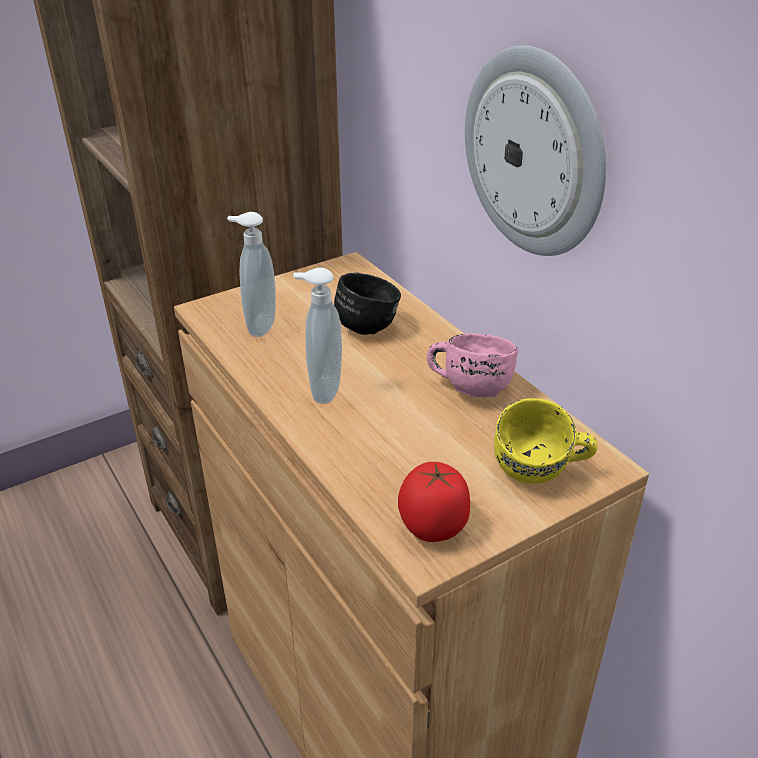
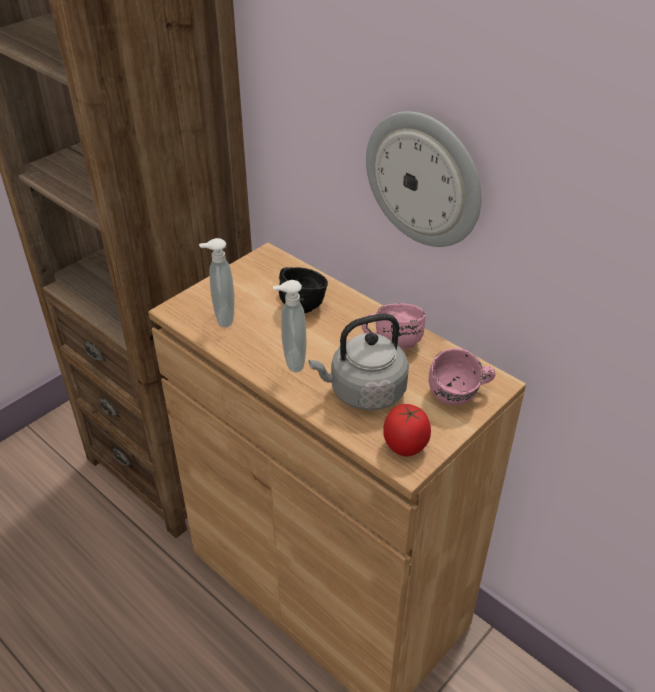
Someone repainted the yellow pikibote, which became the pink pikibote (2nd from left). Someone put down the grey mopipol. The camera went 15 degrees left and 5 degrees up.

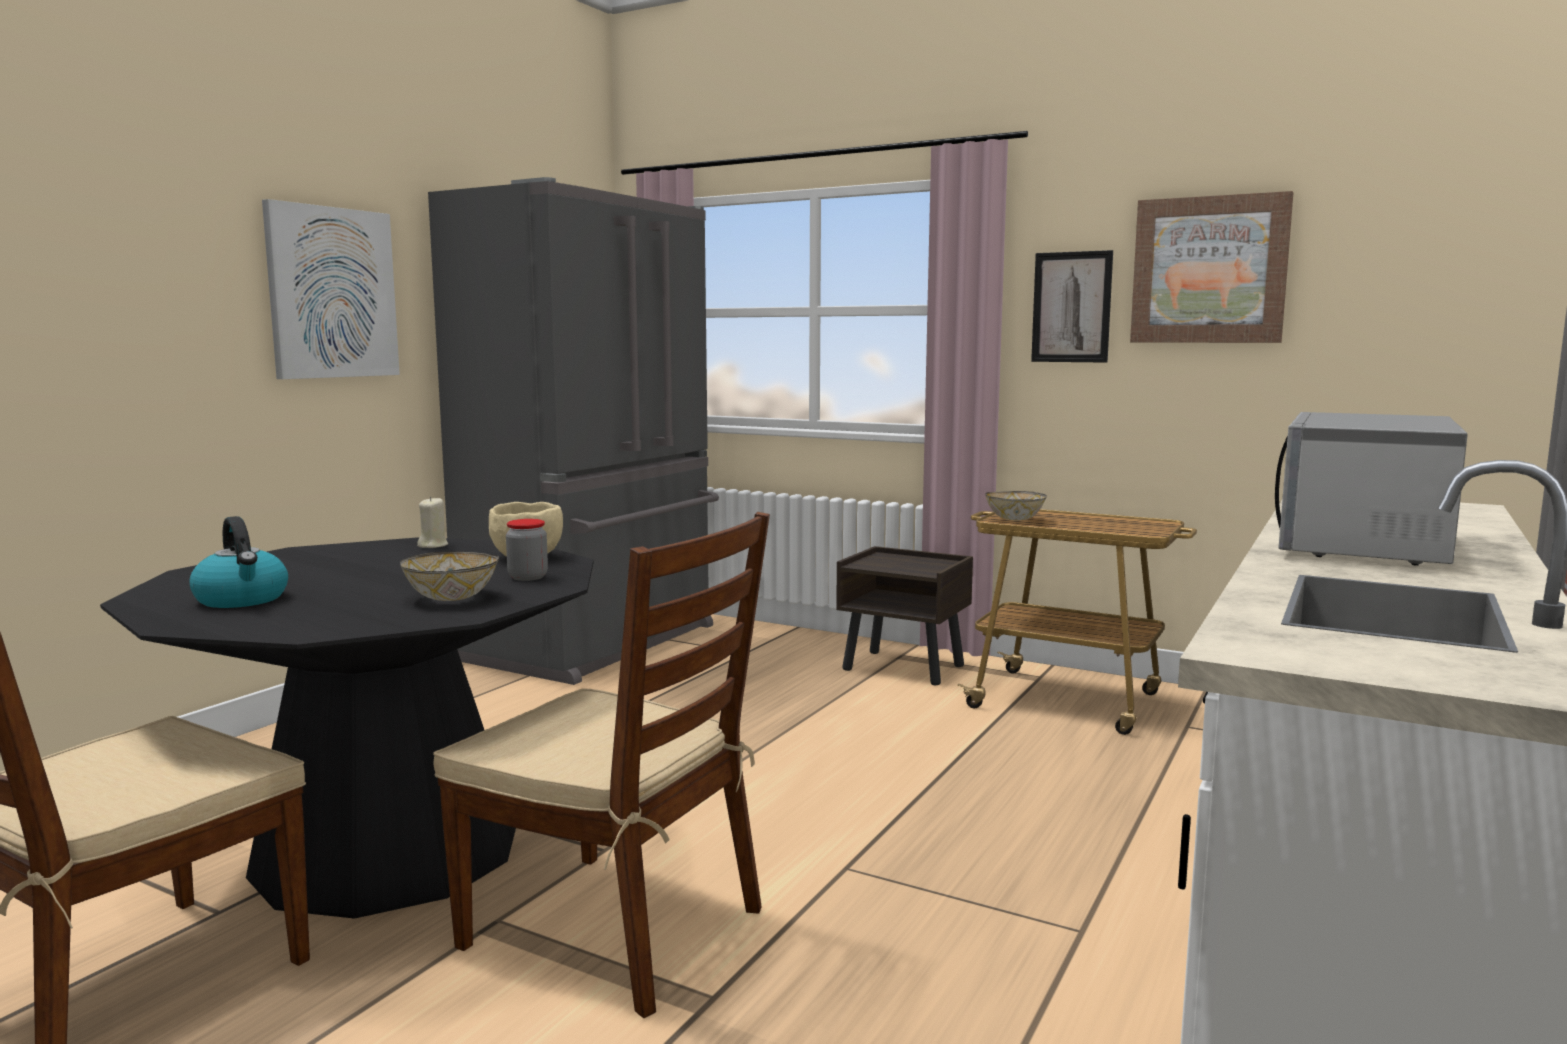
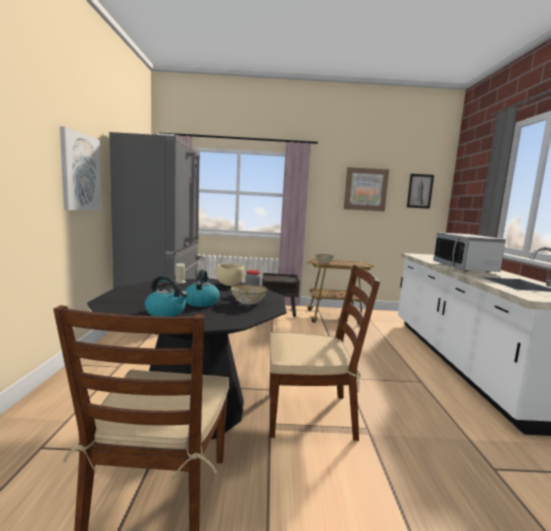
Someone carried the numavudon (2nd from left in the first image). Someone put down the mopipol (2nd from left). The camera went 30 degrees left and 0 degrees up.

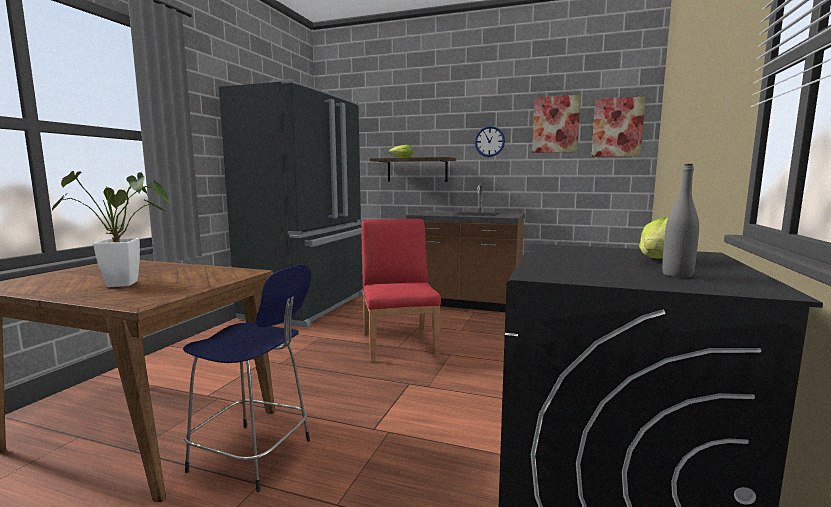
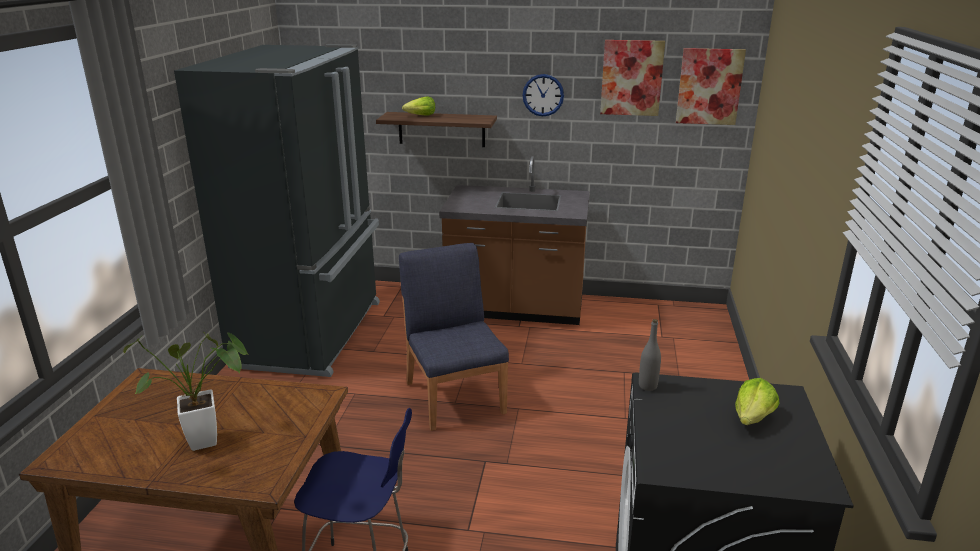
Someone carried the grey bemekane. Someone repainted the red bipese, which became the blue bipese. The camera went 10 degrees left and 15 degrees up.

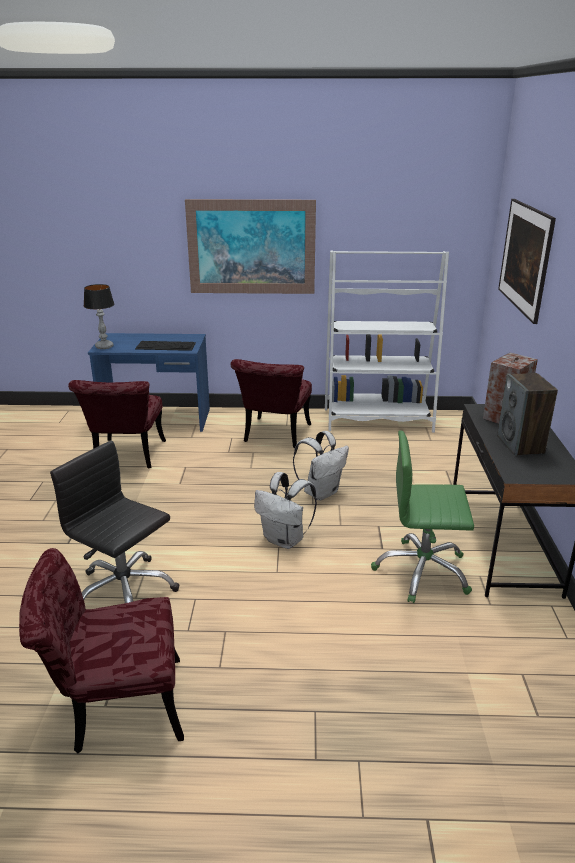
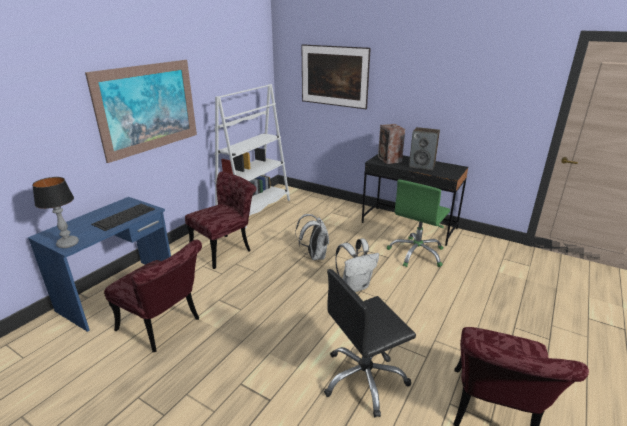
Someone rotated the red bipese (3rd from left in the first image) by 90 degrees counterclockwise. The camera went 60 degrees left and 0 degrees up.

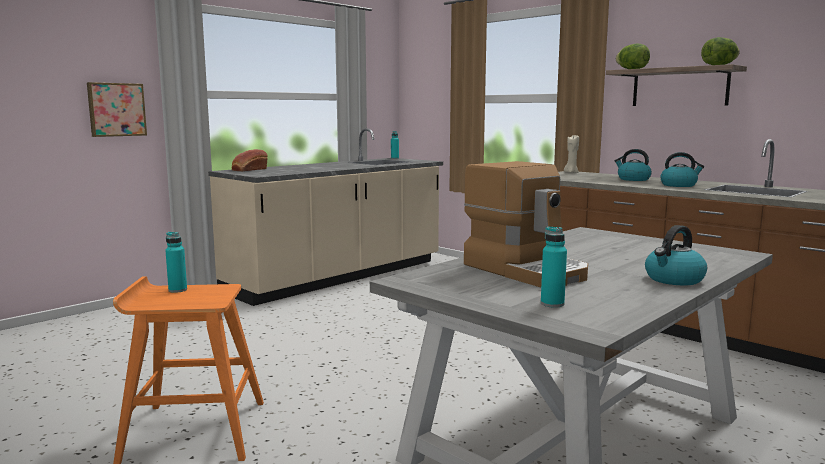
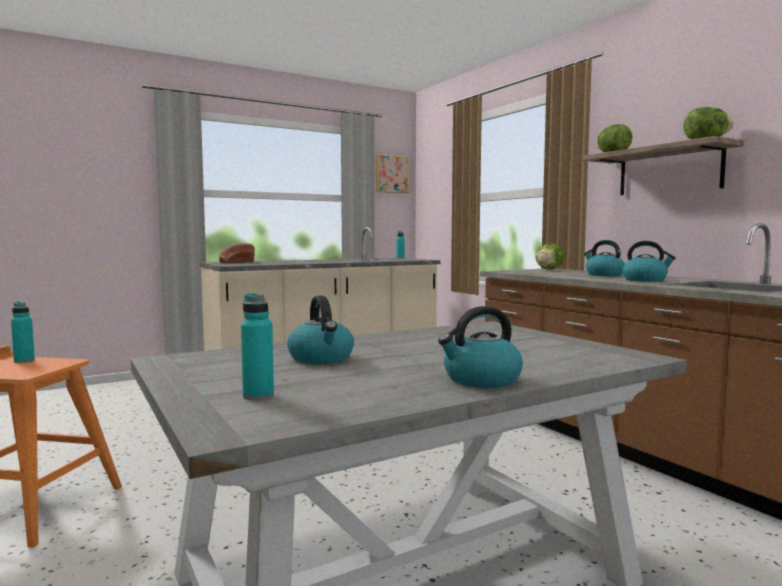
Someone carried the numavudon. Someone swapped the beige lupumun for the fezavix (1st from left). Someone swapped the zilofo for the mopipol (1st from left). The camera went 15 degrees right and 5 degrees down.

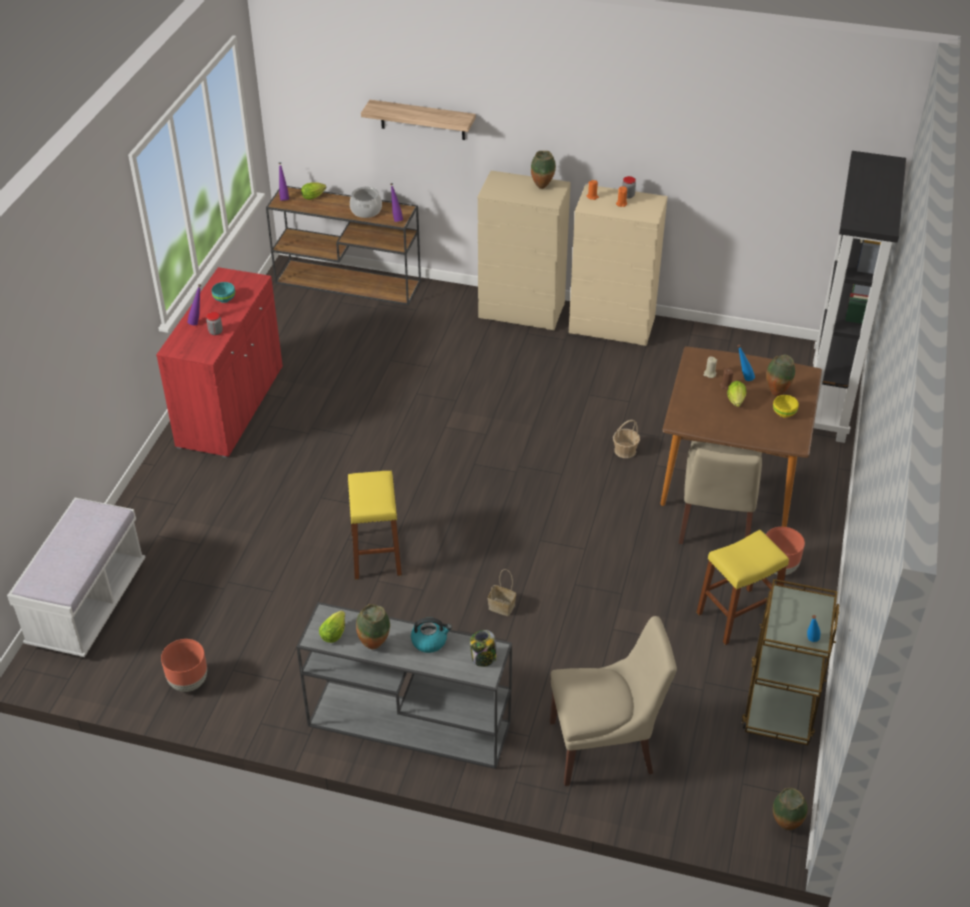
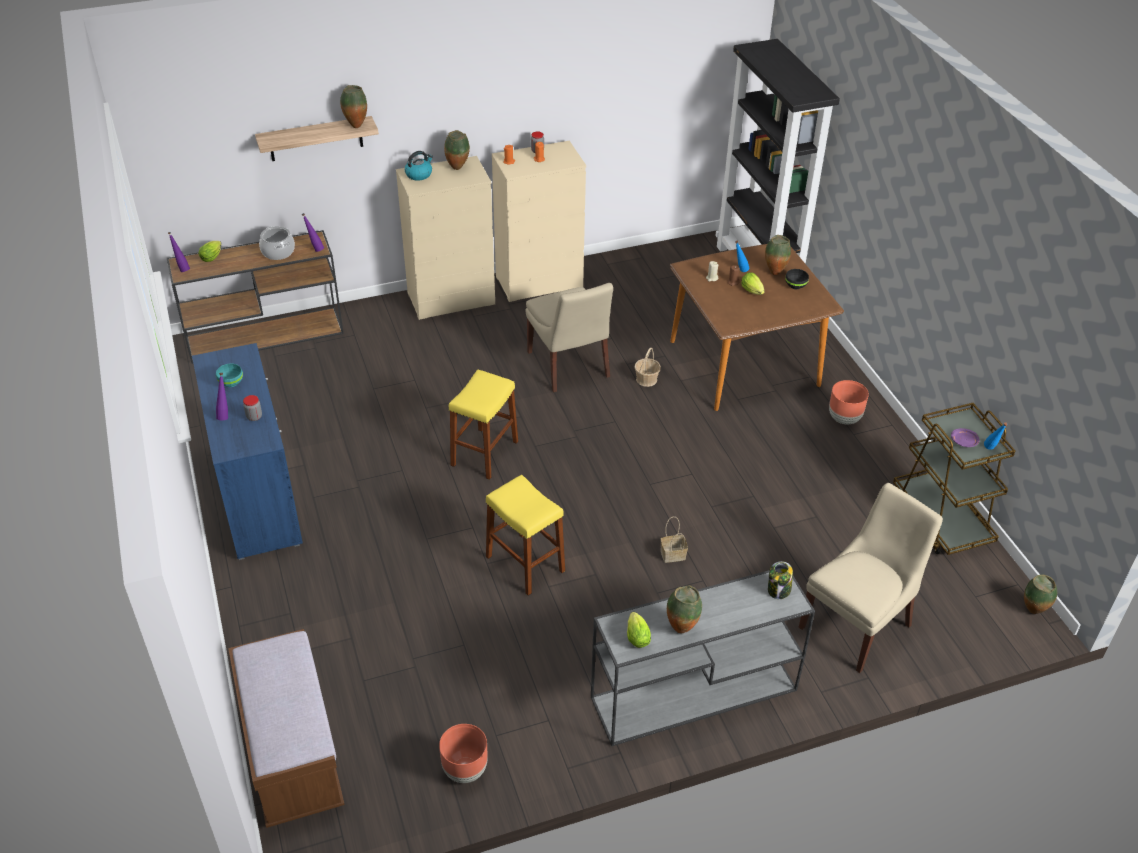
Someone repainted the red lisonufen, which became the blue lisonufen. Someone repainted the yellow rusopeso, which became the black rusopeso. Someone carried the beige bipese (2nd from left in the first image). Someone repainted the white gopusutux, which became the brown gopusutux. Someone carried the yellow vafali (2nd from left in the first image). Someone carried the mopipol. Someone put down the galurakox (1st from left). Someone put down the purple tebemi. The camera went 35 degrees left and 0 degrees up.

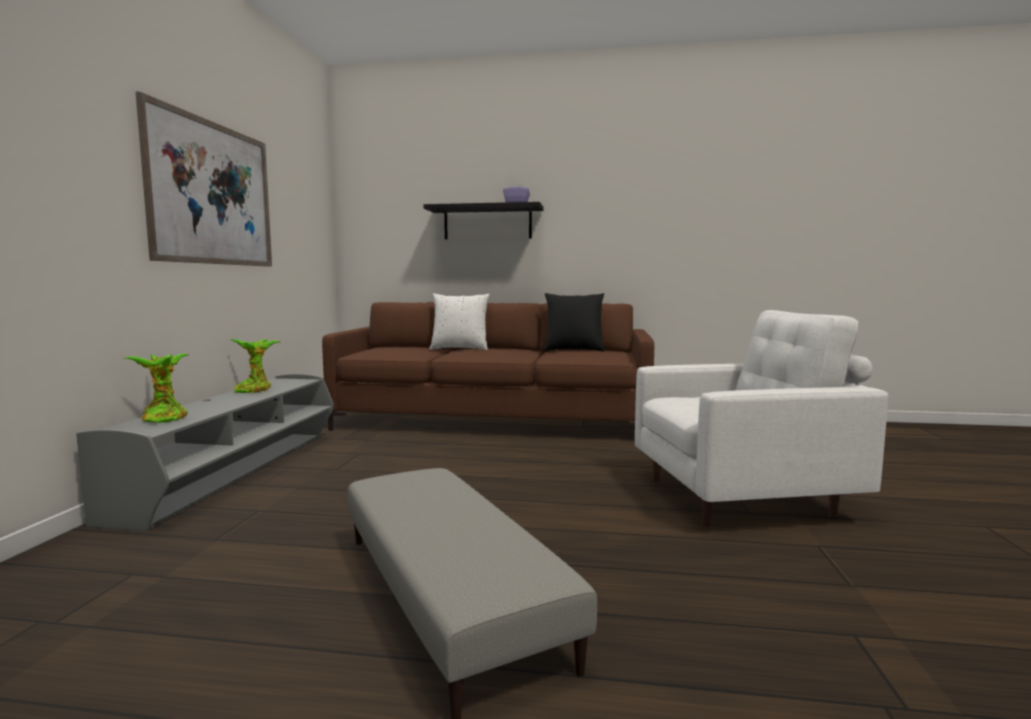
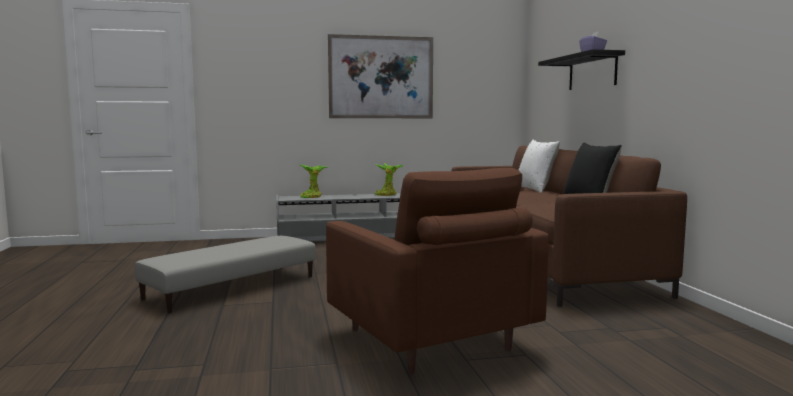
Someone repainted the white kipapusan, which became the brown kipapusan. The camera went 70 degrees right and 0 degrees up.

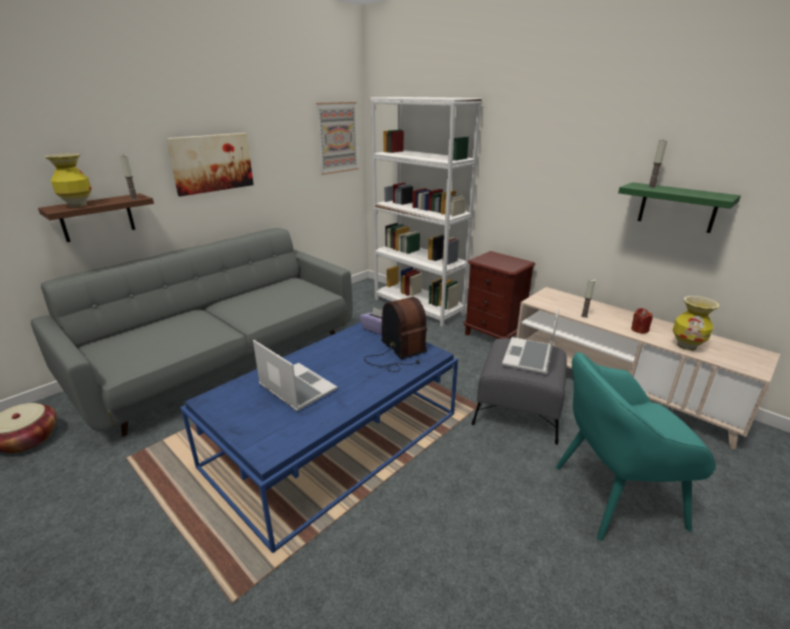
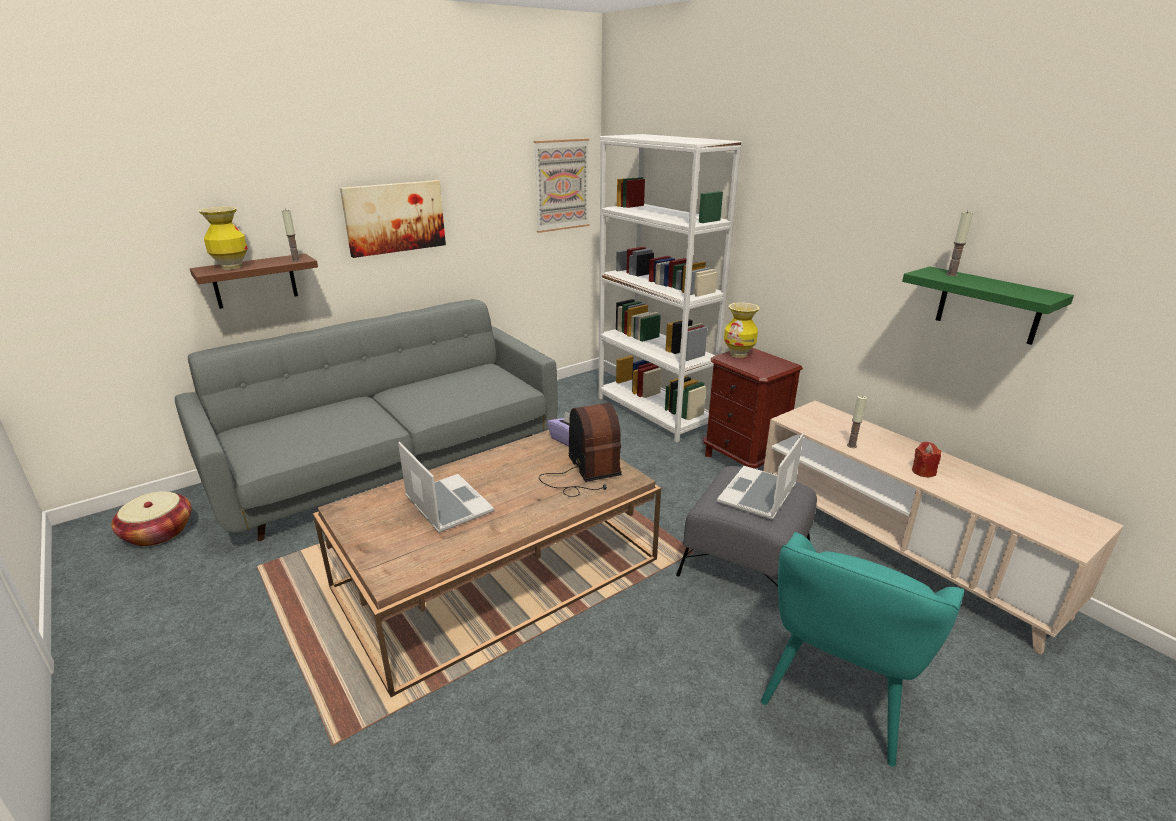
Someone carried the galurakox (2nd from left). Someone repainted the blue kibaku, which became the brown kibaku. Someone rotated the turquoise kipapusan by 60 degrees counterclockwise. The camera went 10 degrees right and 0 degrees up.

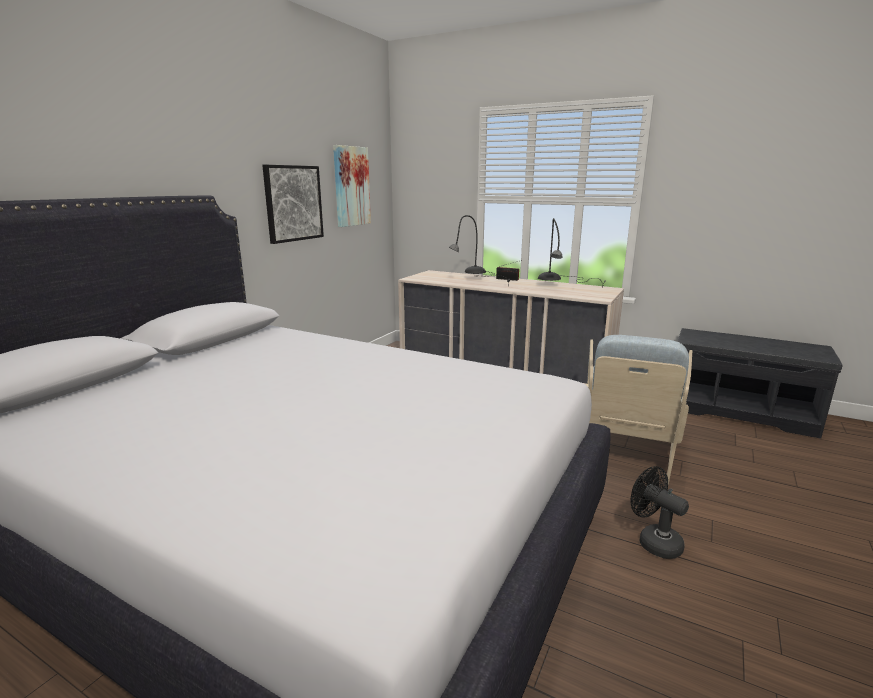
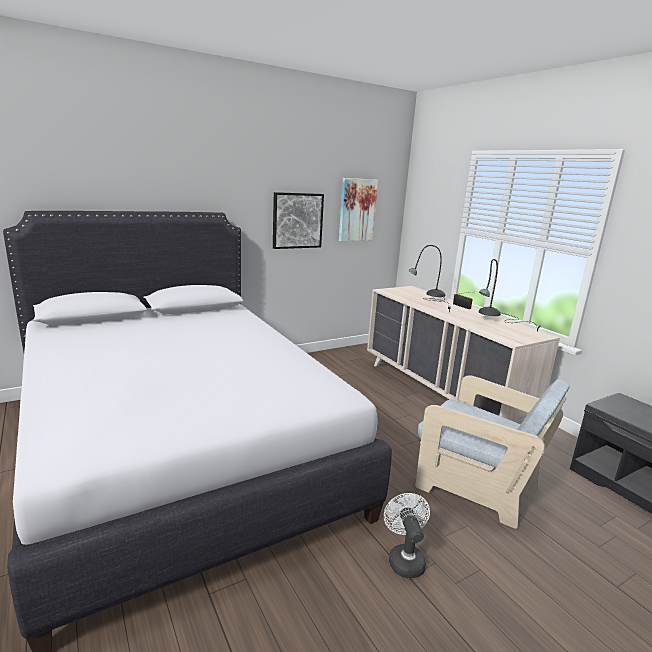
Someone rotated the beige kipapusan by 105 degrees counterclockwise. Someone repainted the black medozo, which became the white medozo. The camera went 30 degrees right and 0 degrees up.

